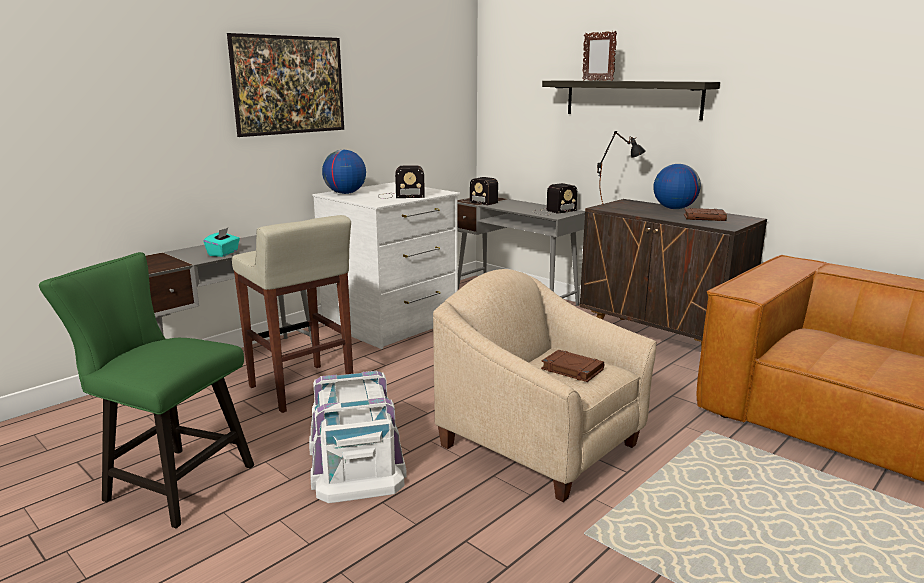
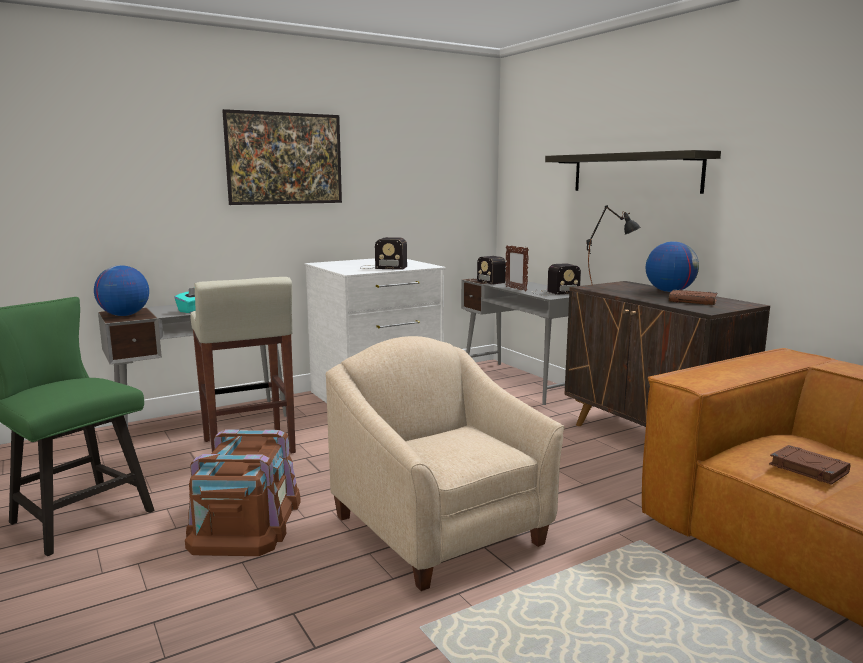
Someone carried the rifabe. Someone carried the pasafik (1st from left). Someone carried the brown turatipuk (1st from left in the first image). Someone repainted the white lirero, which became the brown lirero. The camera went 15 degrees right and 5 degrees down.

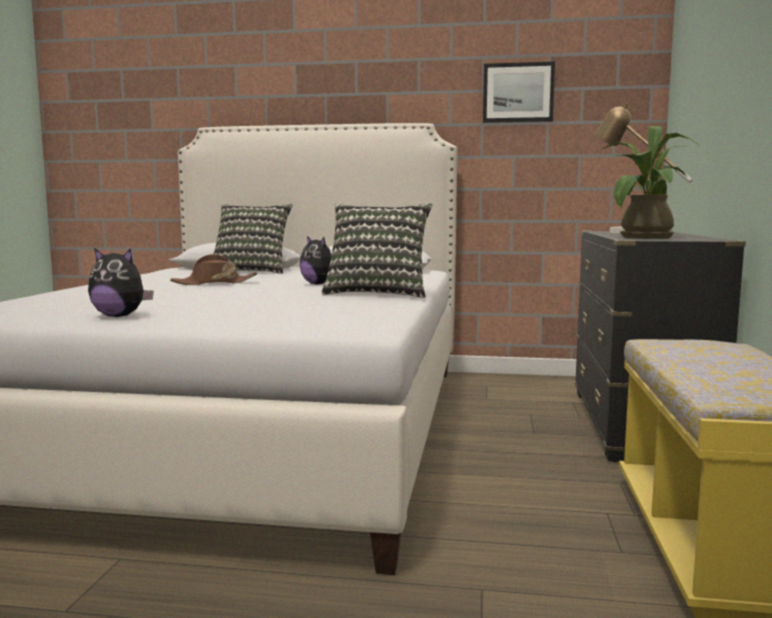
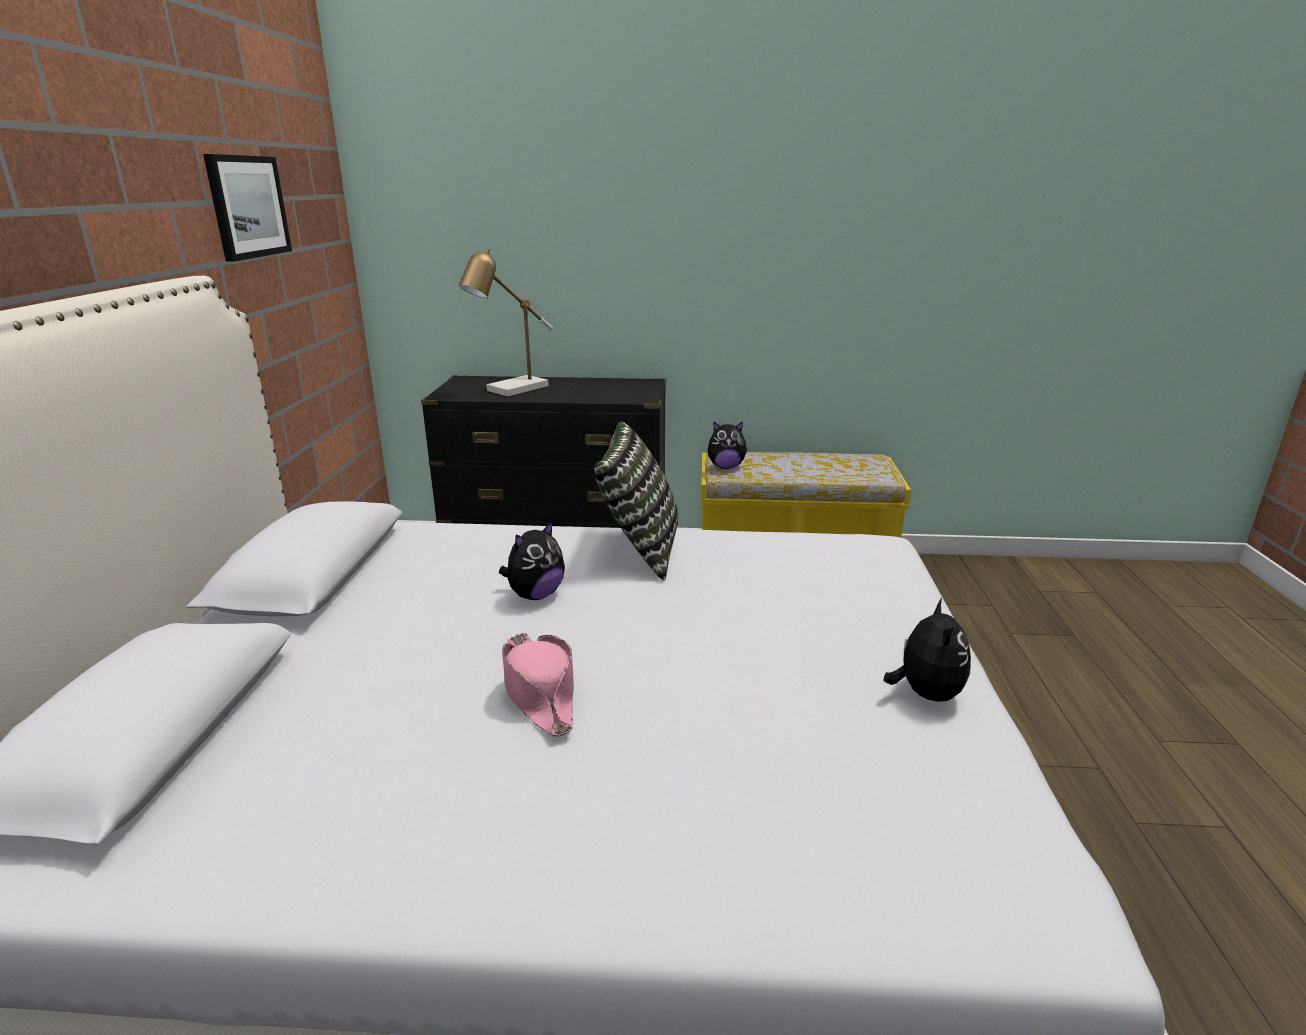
Someone took away the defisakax. Someone took away the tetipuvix (1st from left). Someone repainted the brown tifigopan, which became the pink tifigopan. Someone put down the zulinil (2nd from left). The camera went 95 degrees left and 15 degrees up.

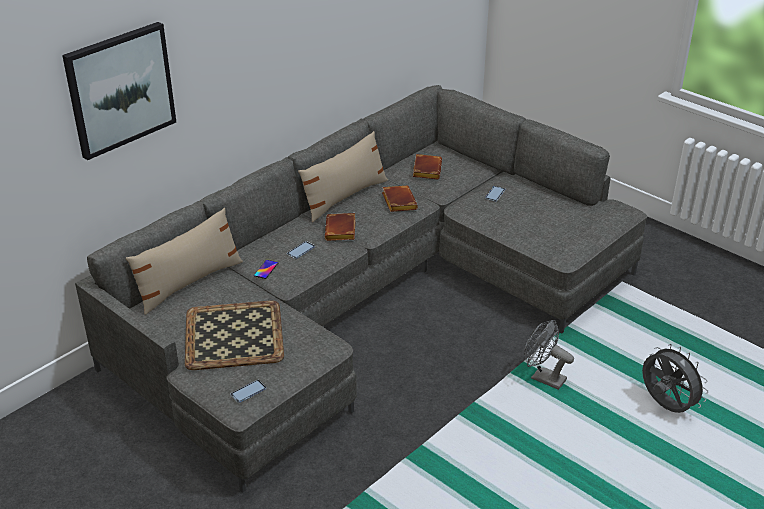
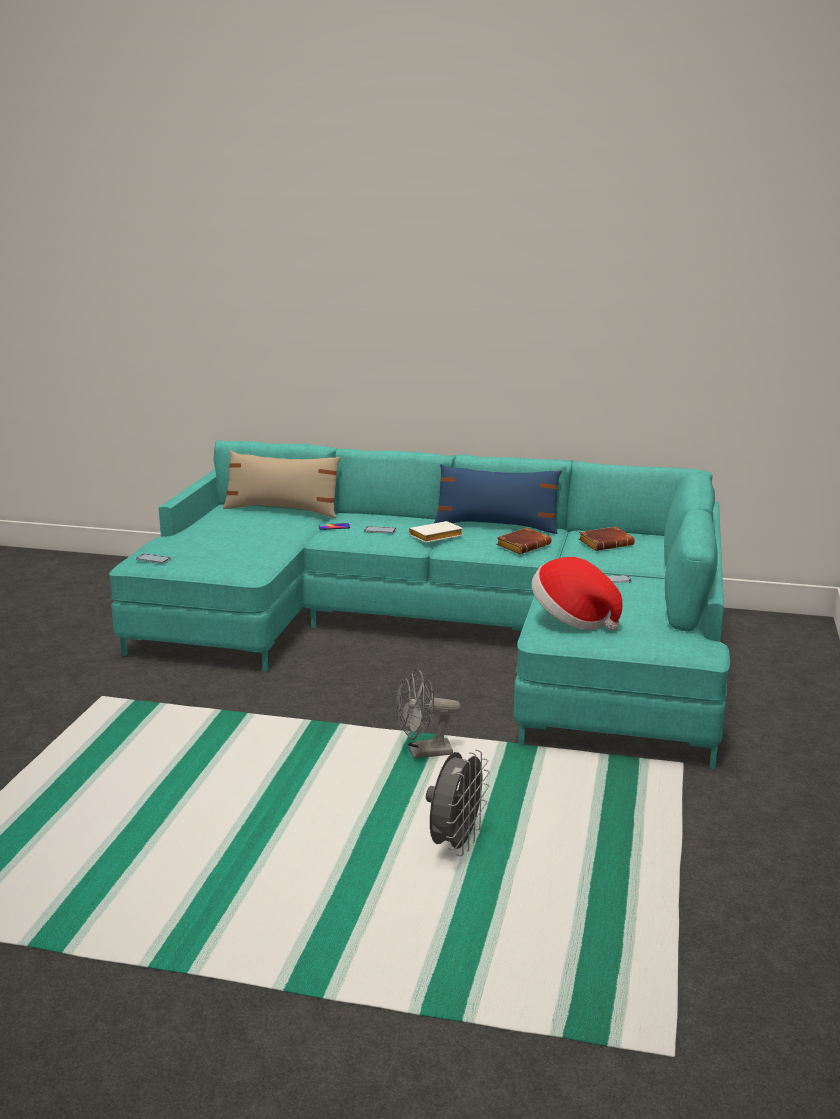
Someone took away the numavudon. Someone repainted the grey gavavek, which became the turquoise gavavek. Someone repainted the beige tetipuvix (2nd from left), which became the blue tetipuvix. Someone repainted the brown turatipuk (1st from left), which became the white turatipuk. Someone took away the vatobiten. Someone rotated the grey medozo (1st from left) by 105 degrees counterclockwise. Someone put down the tifigopan. The camera went 60 degrees right and 15 degrees down.

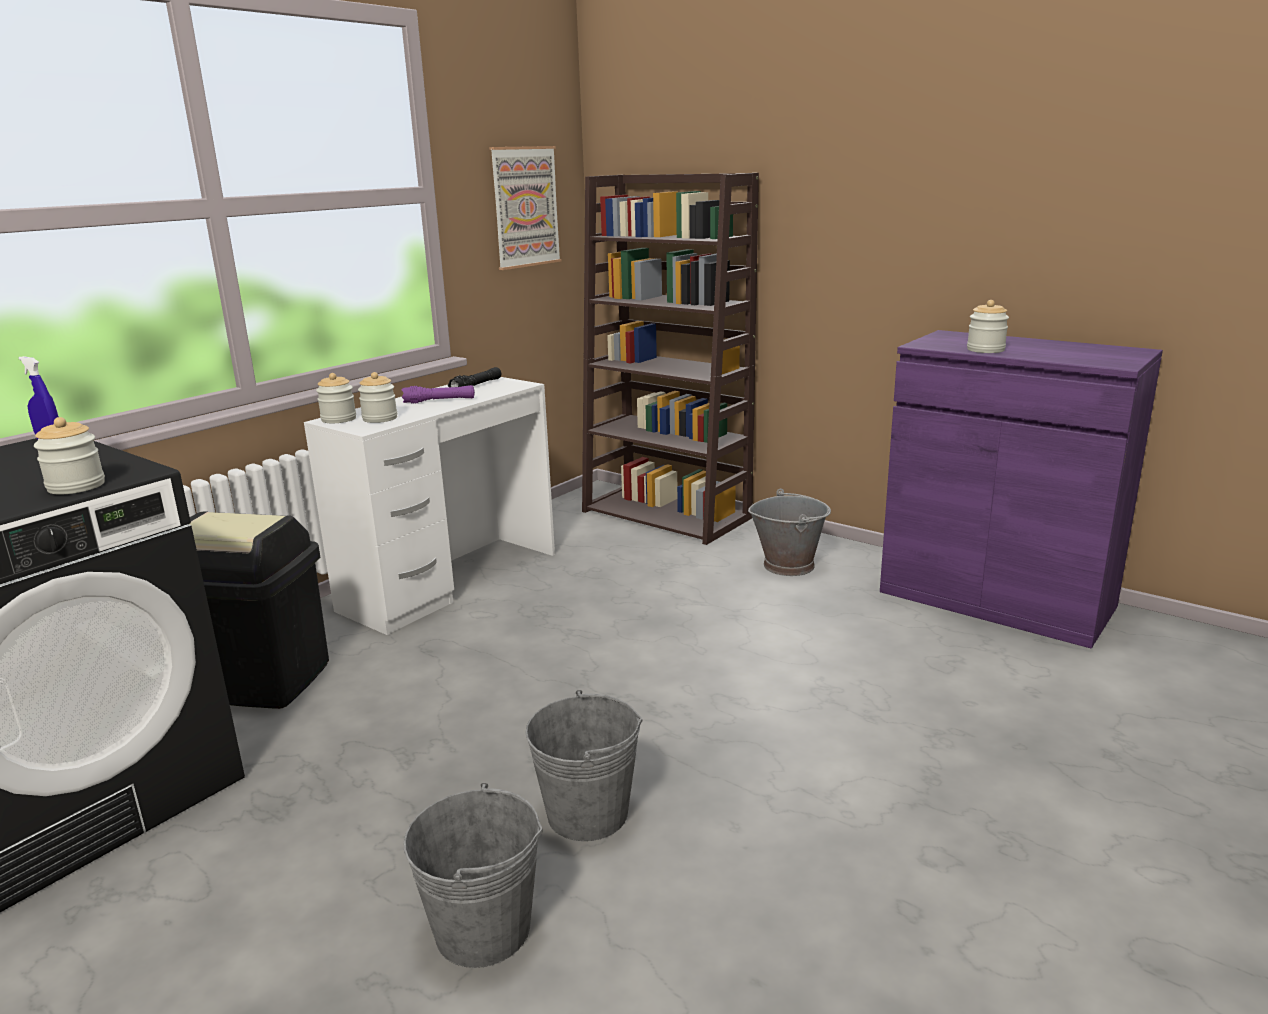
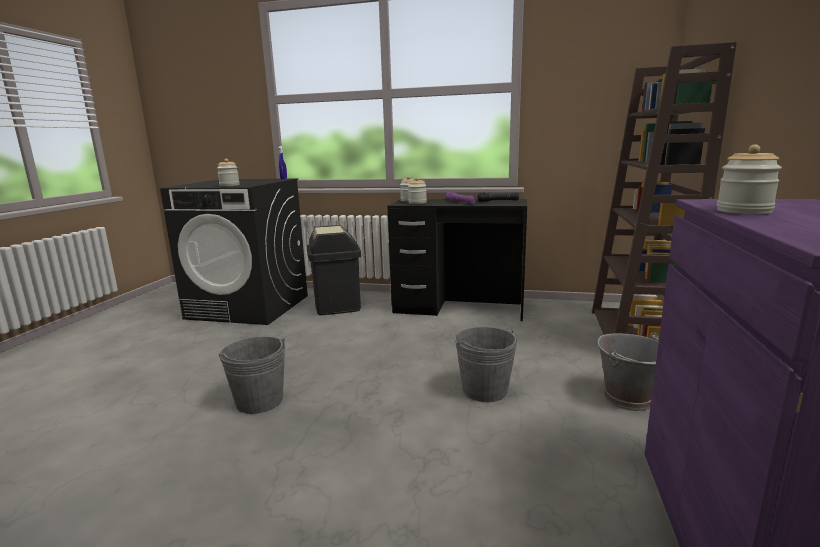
Someone took away the numavudon. Someone repainted the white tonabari, which became the black tonabari. Someone carried the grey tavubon (1st from left in the first image). The camera went 65 degrees right and 5 degrees down.

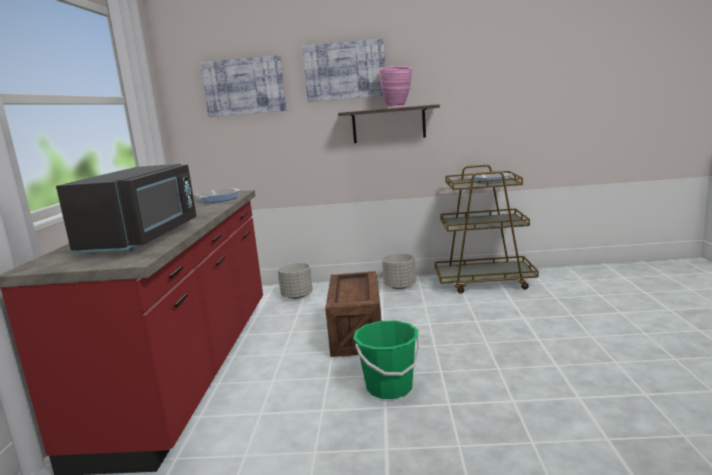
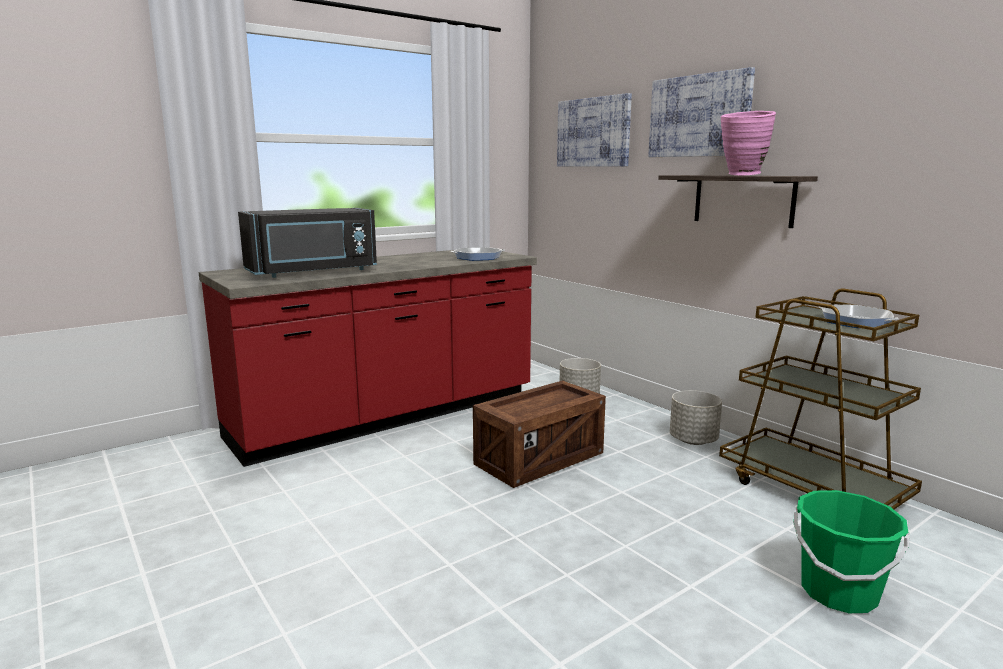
Someone carried the green tavubon. The camera went 50 degrees right and 0 degrees up.

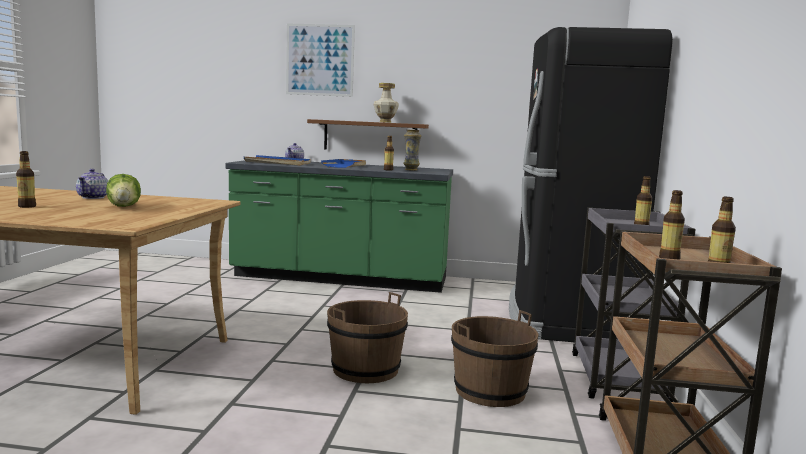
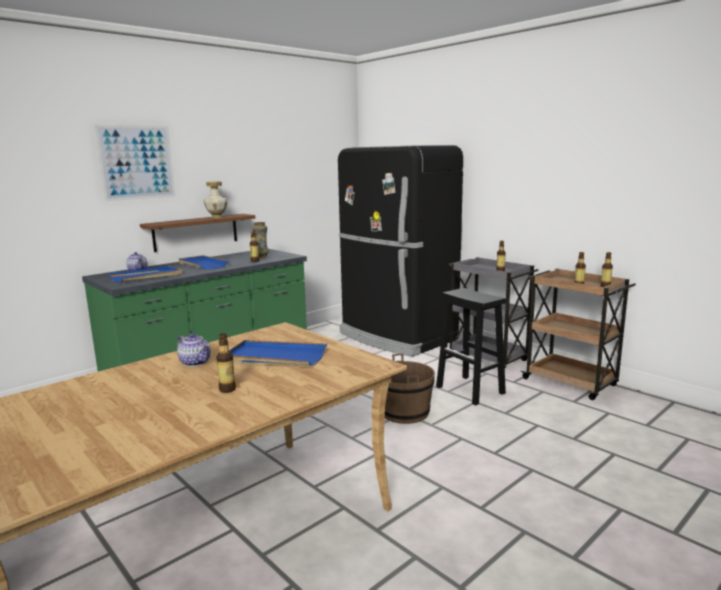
Someone swapped the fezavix for the blue vatobiten (3rd from left). Someone swapped the brown tavubon (2nd from left) for the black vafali. The camera went 50 degrees left and 5 degrees up.

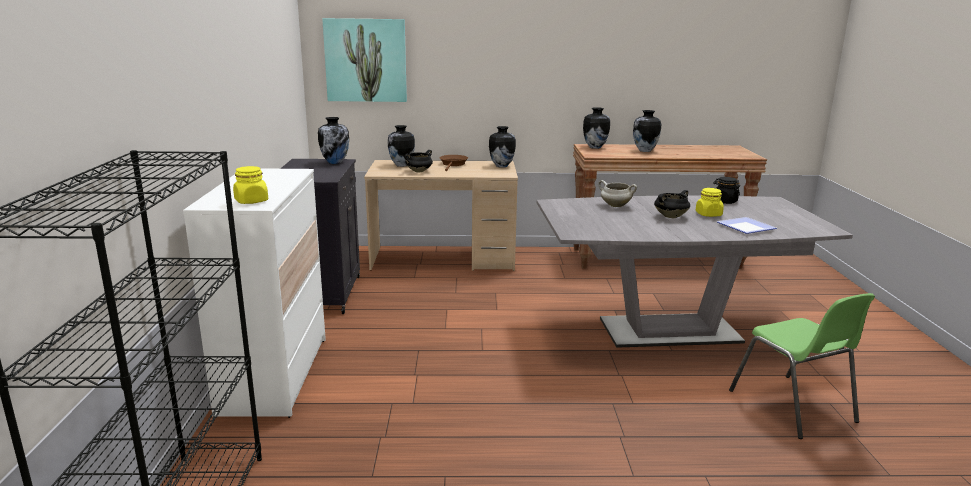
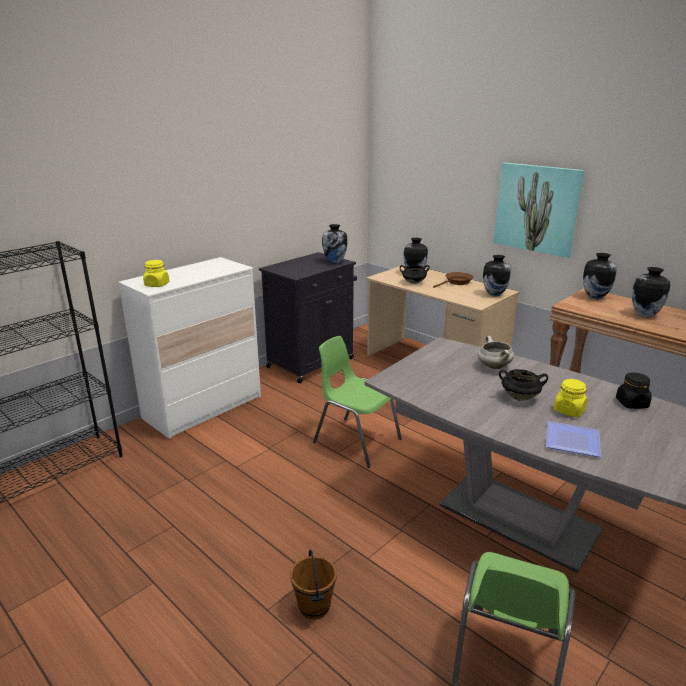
Someone carried the numavudon. Someone put down the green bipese (1st from left). Someone put down the brown tavubon. The camera went 45 degrees right and 5 degrees up.

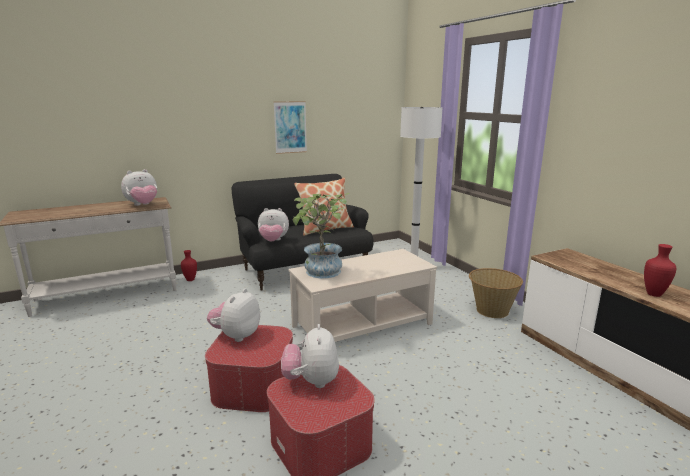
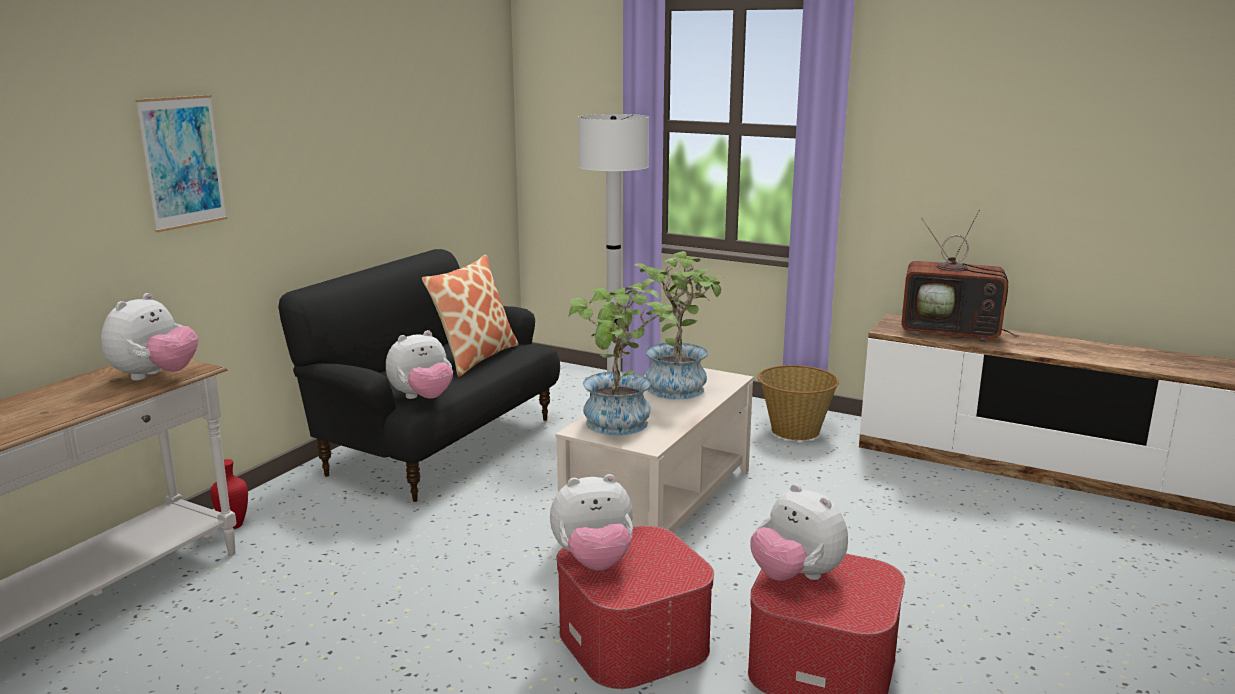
Someone carried the numavudon. Someone took away the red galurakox (2nd from left). Someone rotated the zulinil (2nd from left in the first image) by 90 degrees counterclockwise. Someone put down the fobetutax. Someone put down the defisakax (2nd from left). The camera went 35 degrees left and 0 degrees up.

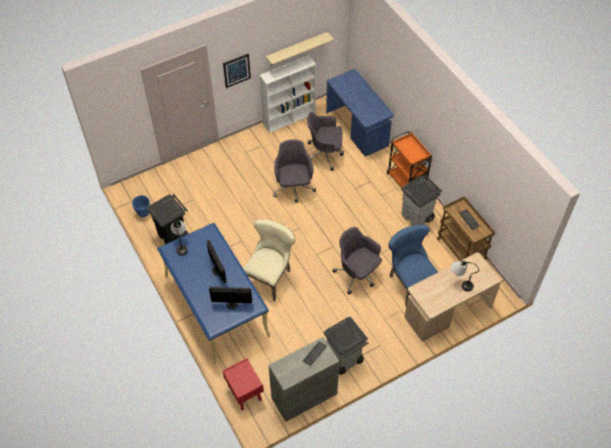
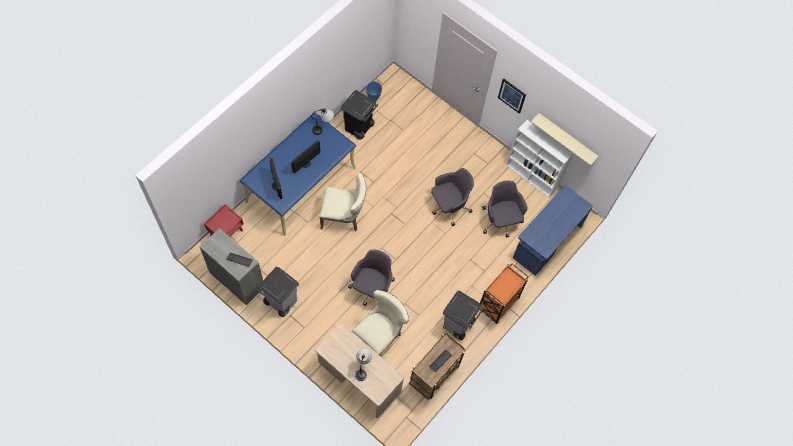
Someone repainted the blue bipese, which became the beige bipese (2nd from left). The camera went 65 degrees right and 10 degrees up.

